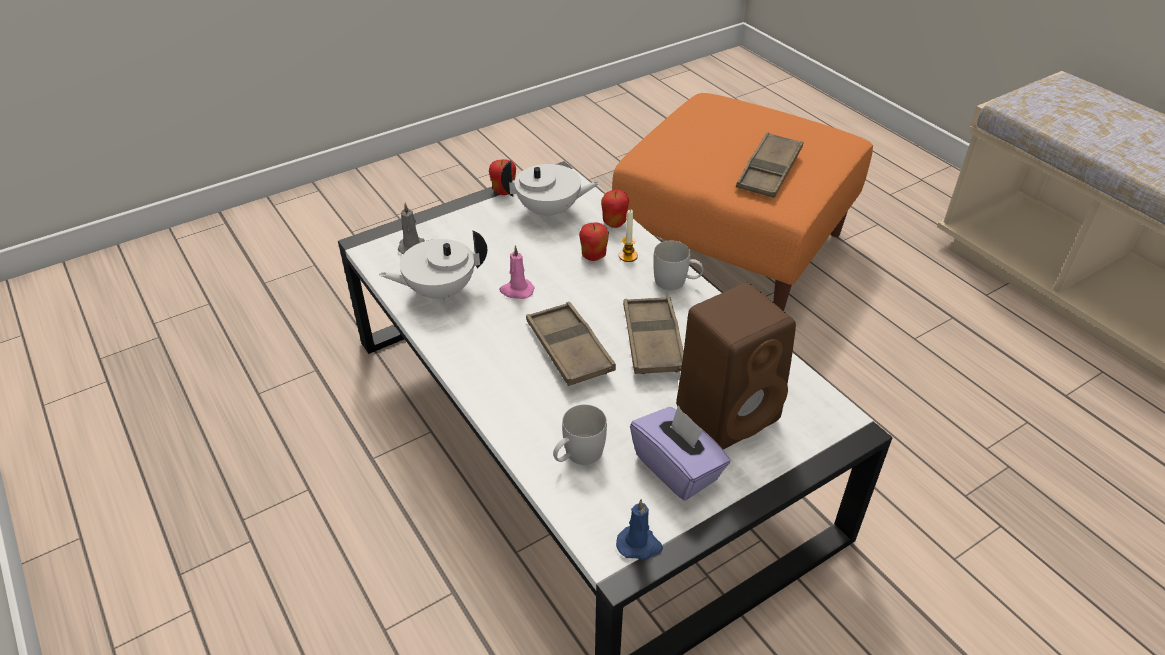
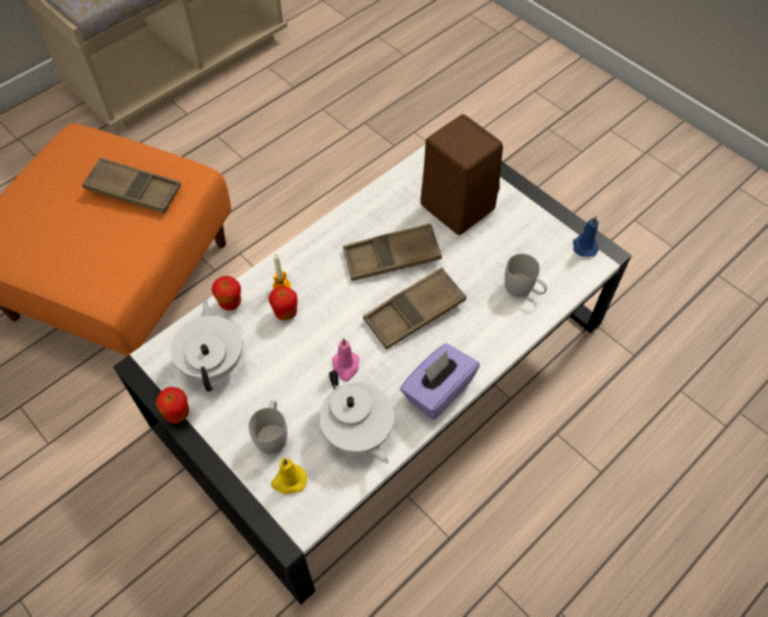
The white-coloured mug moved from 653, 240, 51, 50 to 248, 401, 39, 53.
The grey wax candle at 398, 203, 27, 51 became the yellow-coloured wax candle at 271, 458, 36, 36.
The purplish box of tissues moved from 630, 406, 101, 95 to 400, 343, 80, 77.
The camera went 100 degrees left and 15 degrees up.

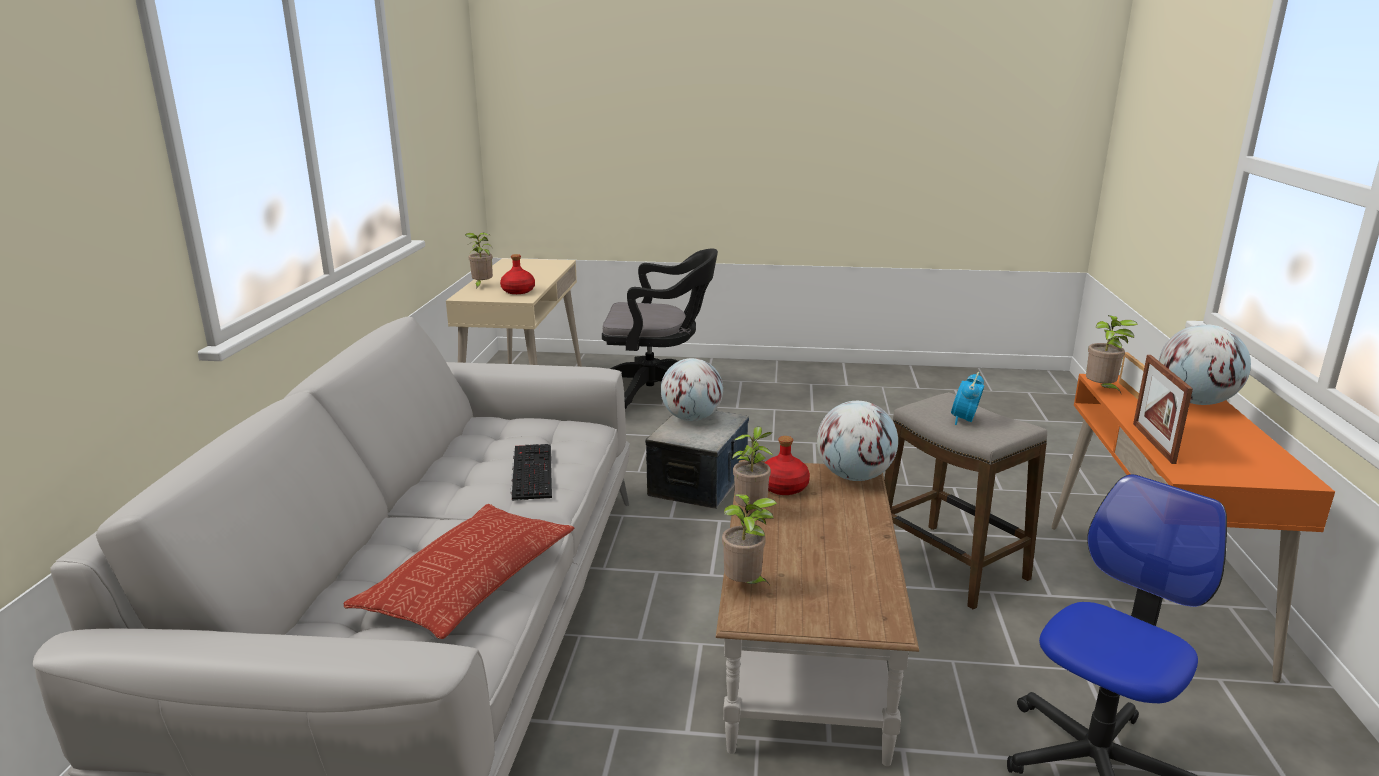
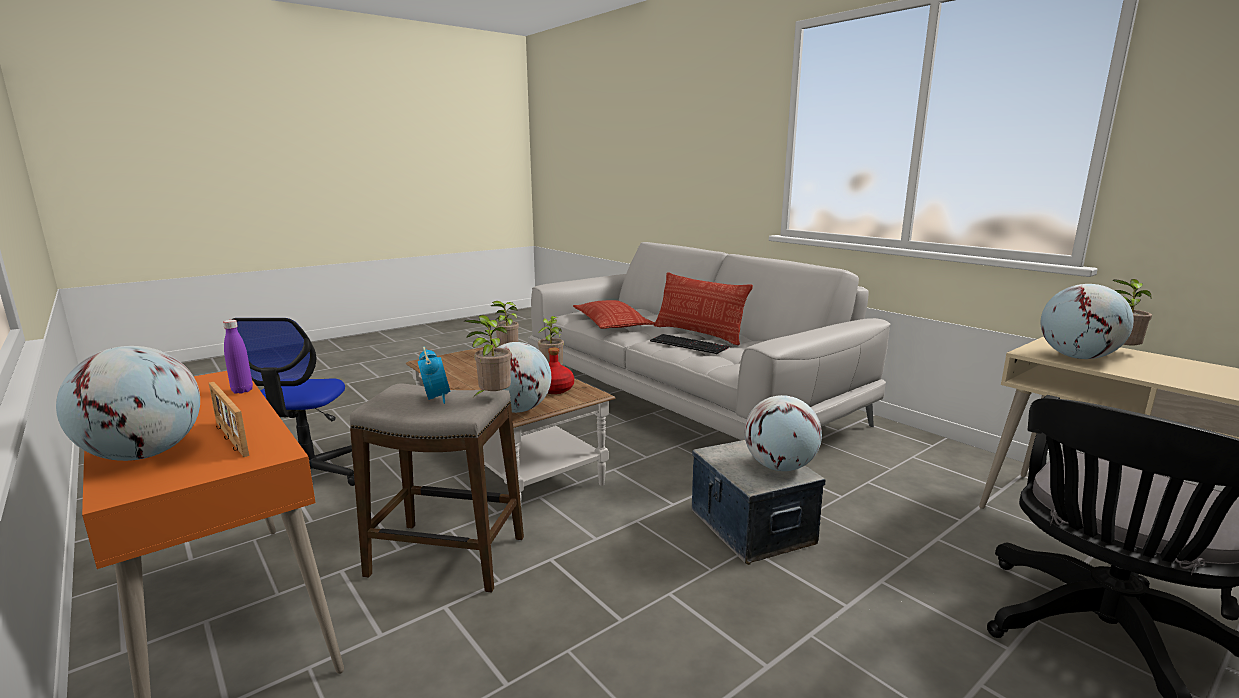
The photo frame at 1133, 355, 60, 109 was replaced by the purplish beverage bottle at 223, 320, 30, 74.
The houseplant moved from 1086, 315, 52, 78 to 465, 315, 46, 81.
The pillow at 654, 272, 99, 73 appeared.
The reddish beverage bottle at 500, 254, 35, 40 was replaced by the globe at 1041, 284, 93, 75.
The camera went 135 degrees right and 5 degrees down.

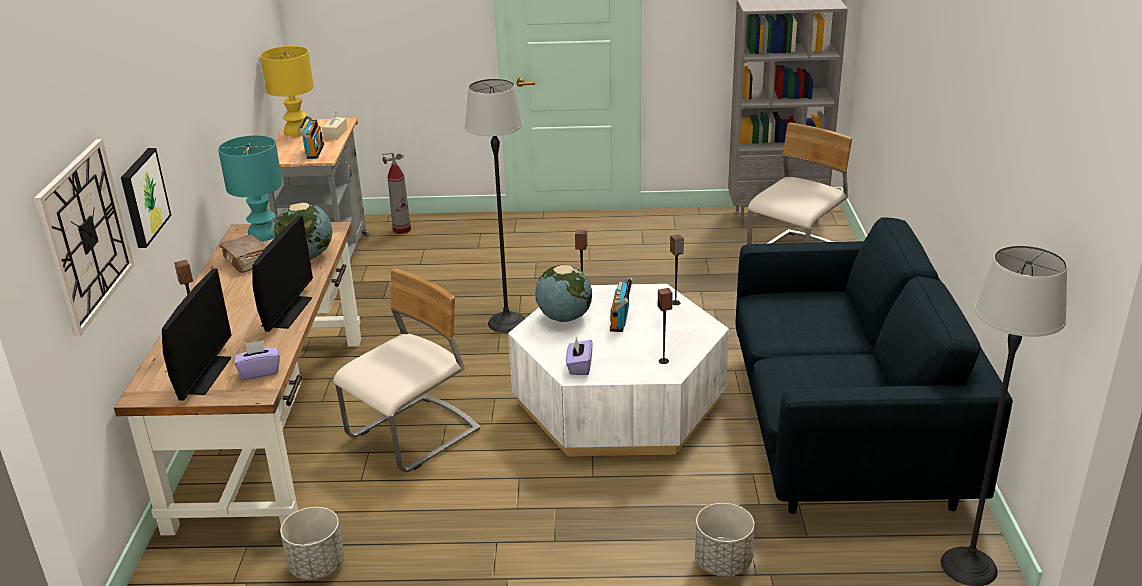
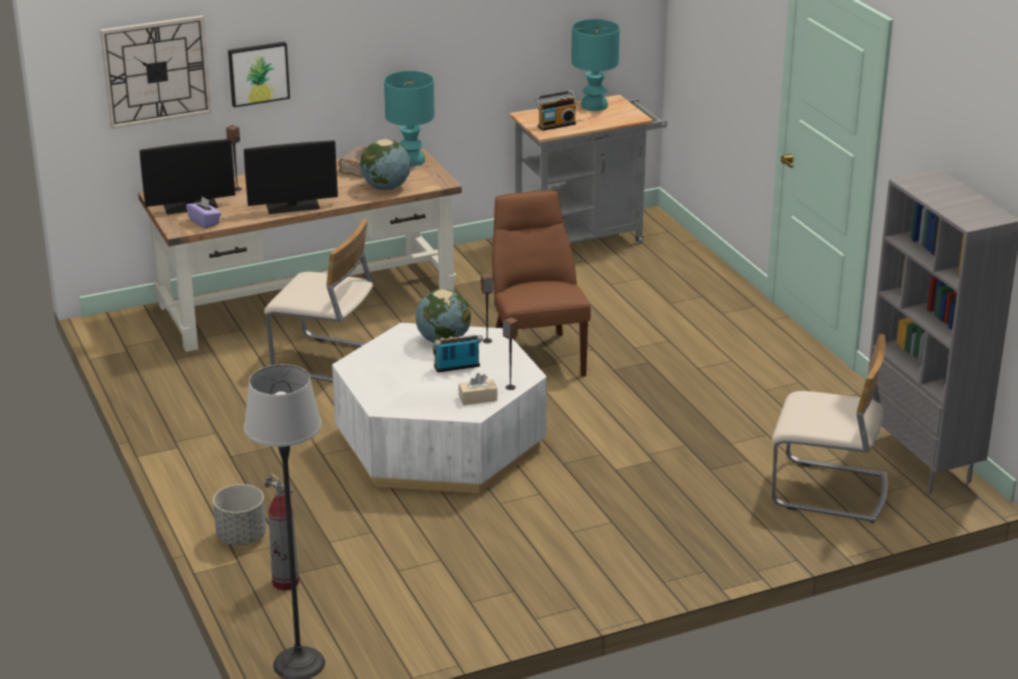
The fire extinguisher moved from 382, 153, 29, 81 to 264, 472, 35, 119.
The sand-coloured box of tissues moved from 322, 111, 26, 28 to 459, 373, 38, 32.
The standing lamp at 465, 79, 60, 254 was replaced by the brown-coloured upright chair at 492, 191, 99, 186.
The yellow-coloured tabletop lamp at 260, 46, 54, 91 became the blue-green tabletop lamp at 571, 19, 49, 92.
The grey planter at 280, 507, 64, 73 disappeared.
The purplish box of tissues at 566, 337, 27, 38 disappeared.
The audio speaker at 658, 288, 15, 76 disappeared.
The blue settee at 736, 217, 277, 297 disappeared.
The camera went 65 degrees right and 0 degrees up.

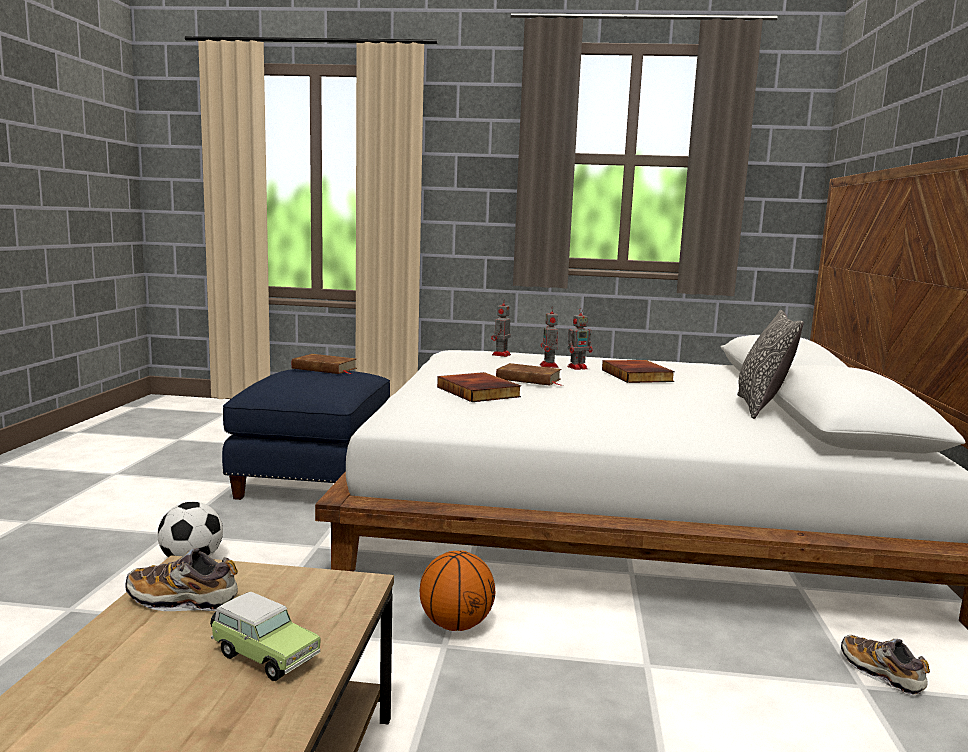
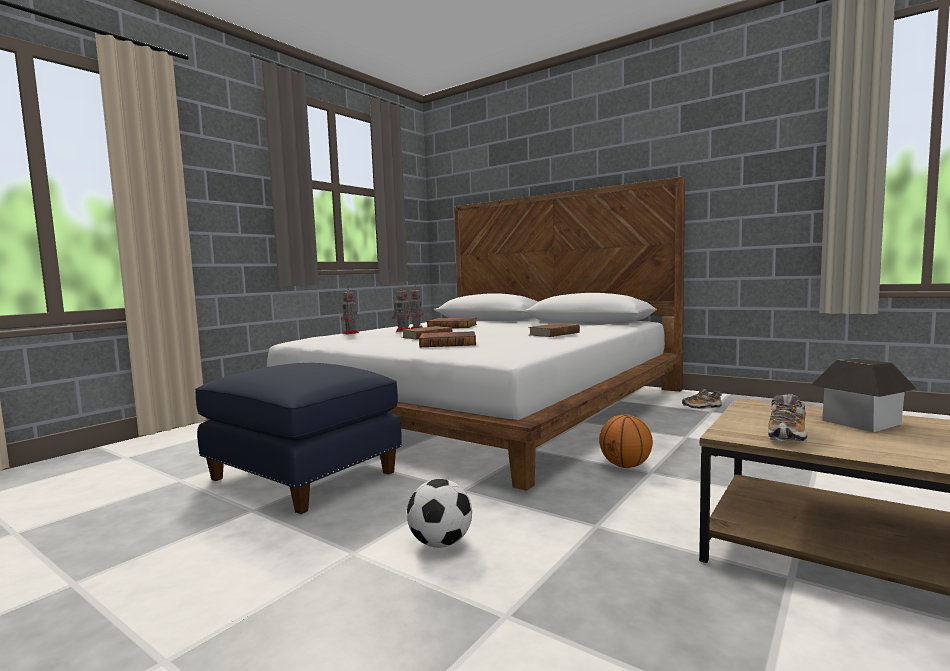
The brown-coloured book moved from 292, 354, 65, 20 to 528, 323, 52, 14.
The miniature car at 210, 592, 111, 89 was replaced by the miniature house at 811, 359, 107, 73.
The pillow at 737, 310, 67, 109 disappeared.
The camera went 60 degrees left and 5 degrees down.

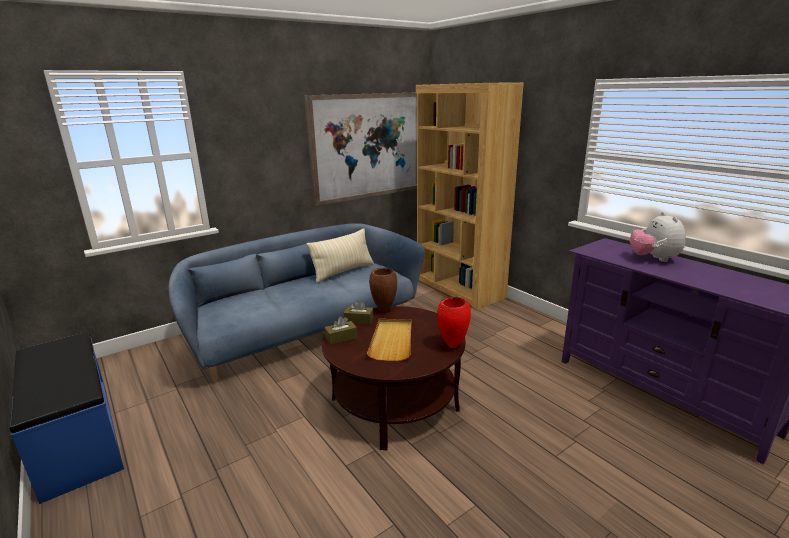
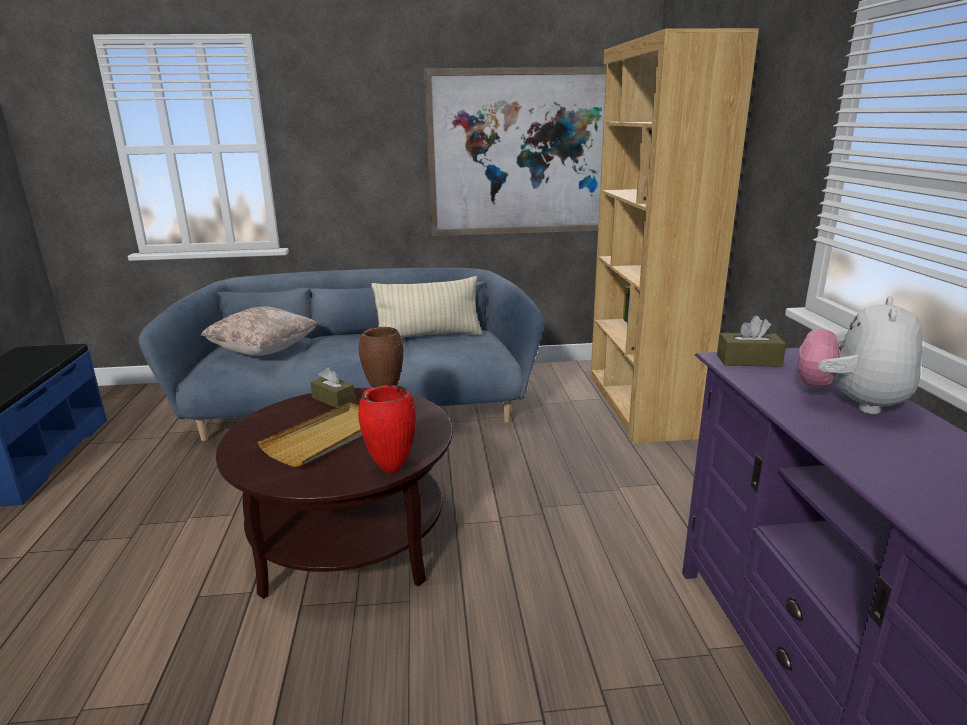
The sand-coloured pillow at 201, 306, 116, 50 appeared.
The brown-coloured box of tissues moved from 324, 317, 33, 28 to 717, 316, 69, 51.
The camera went 30 degrees right and 0 degrees up.

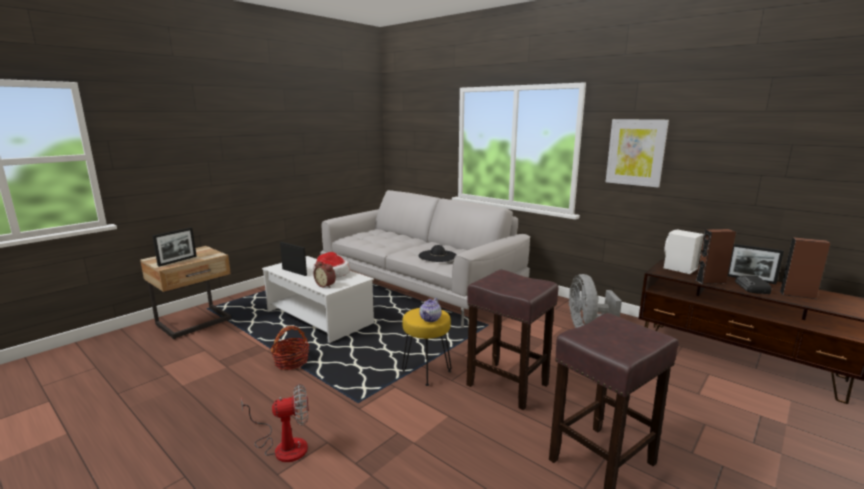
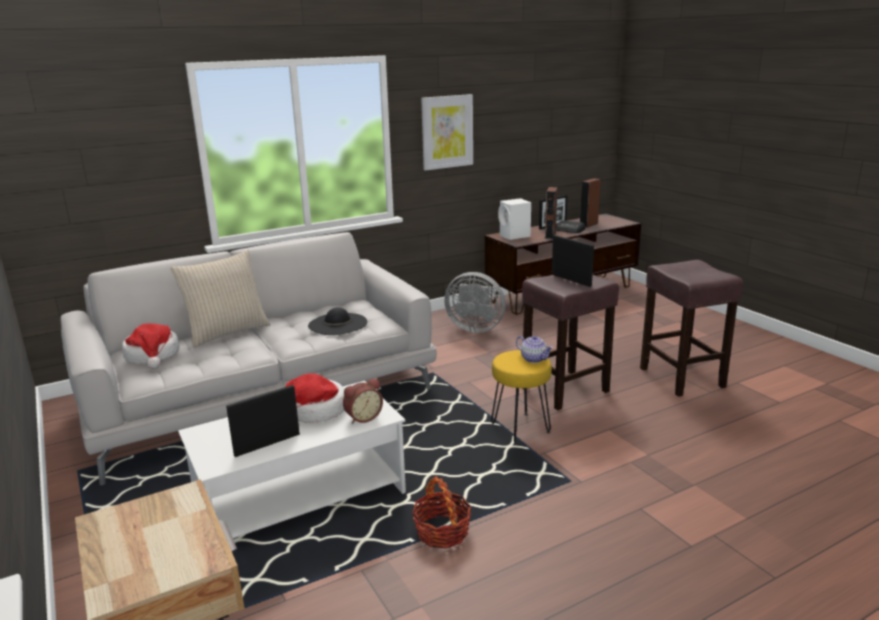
The clothing hat at 122, 323, 57, 46 appeared.
The sand-coloured pillow at 170, 250, 100, 97 appeared.
The photo frame moved from 152, 227, 45, 40 to 552, 235, 42, 52.
The electric fan at 241, 384, 68, 78 disappeared.
The camera went 70 degrees left and 5 degrees up.

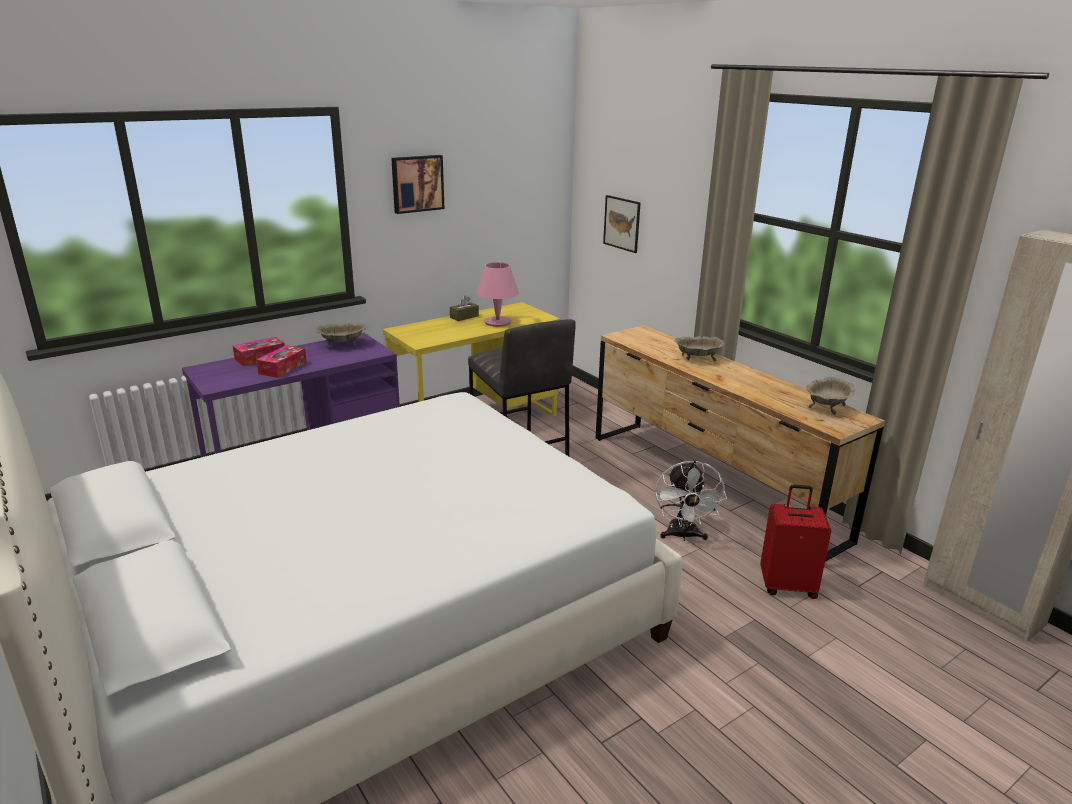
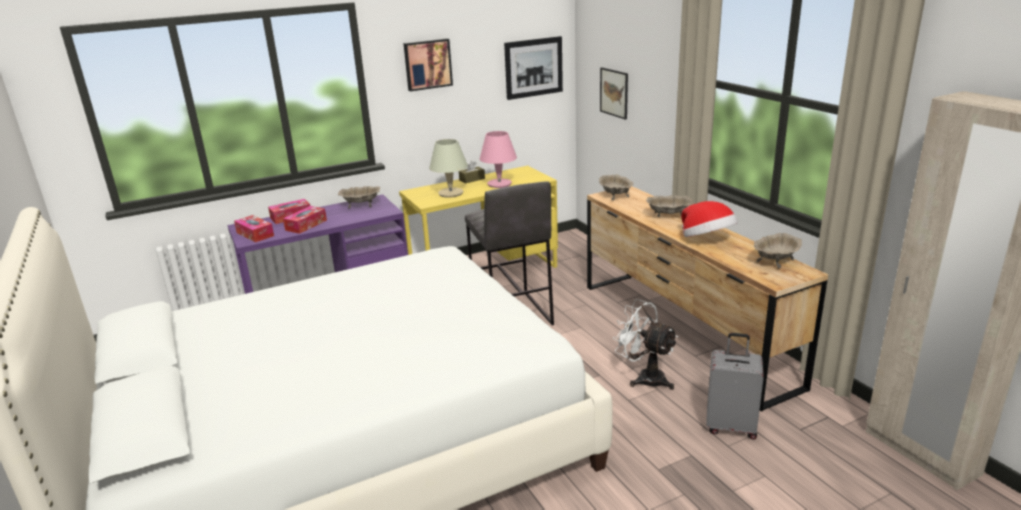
The box of tissues at 234, 215, 40, 27 appeared.
The sand-coloured tabletop lamp at 429, 139, 39, 59 appeared.
The wall art at 504, 36, 59, 64 appeared.
The sand-coloured bowl at 599, 174, 35, 26 appeared.
The white-coloured electric fan at 655, 460, 72, 81 turned 120 degrees clockwise.
The clothing hat at 681, 201, 57, 36 appeared.
The reddish suitcase at 760, 484, 71, 115 became the grey suitcase at 706, 333, 58, 107.
The camera went 10 degrees right and 0 degrees up.

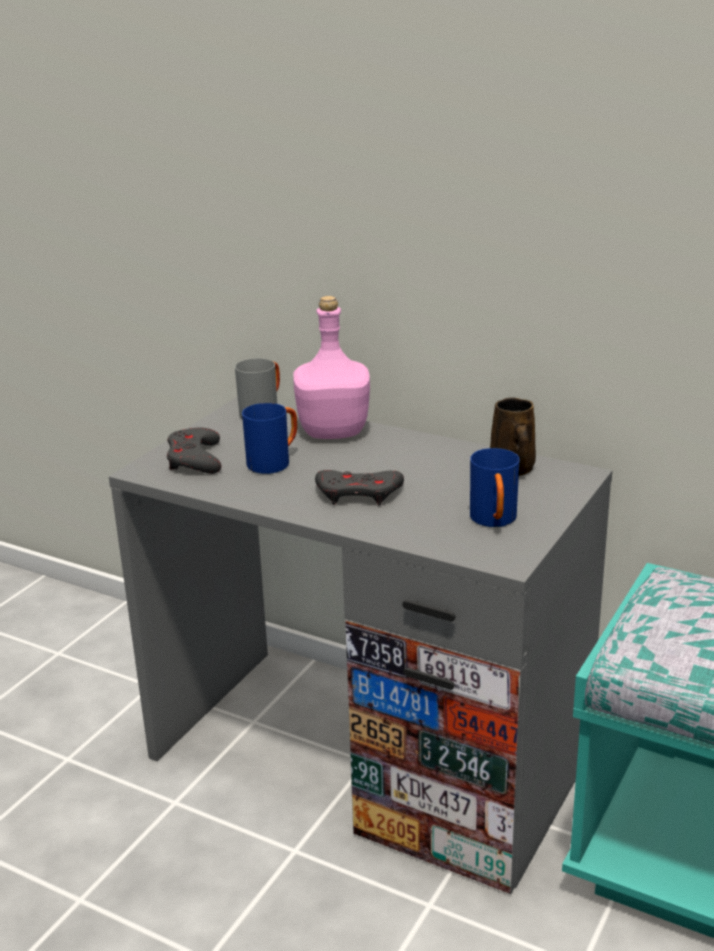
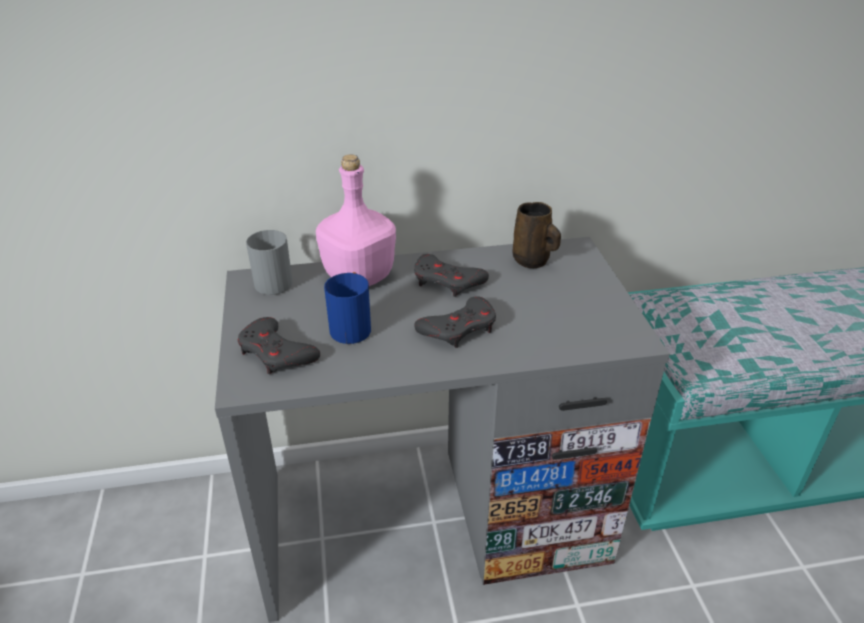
The grey gamepad at 414, 254, 75, 43 appeared.
The blue mug at 470, 448, 49, 79 disappeared.
The camera went 40 degrees left and 10 degrees up.

